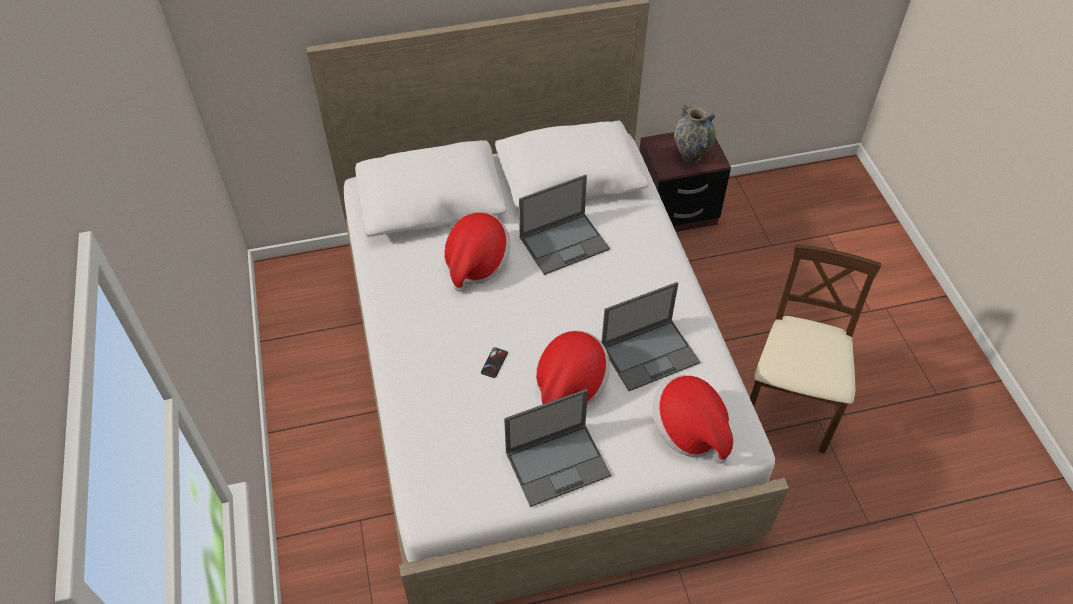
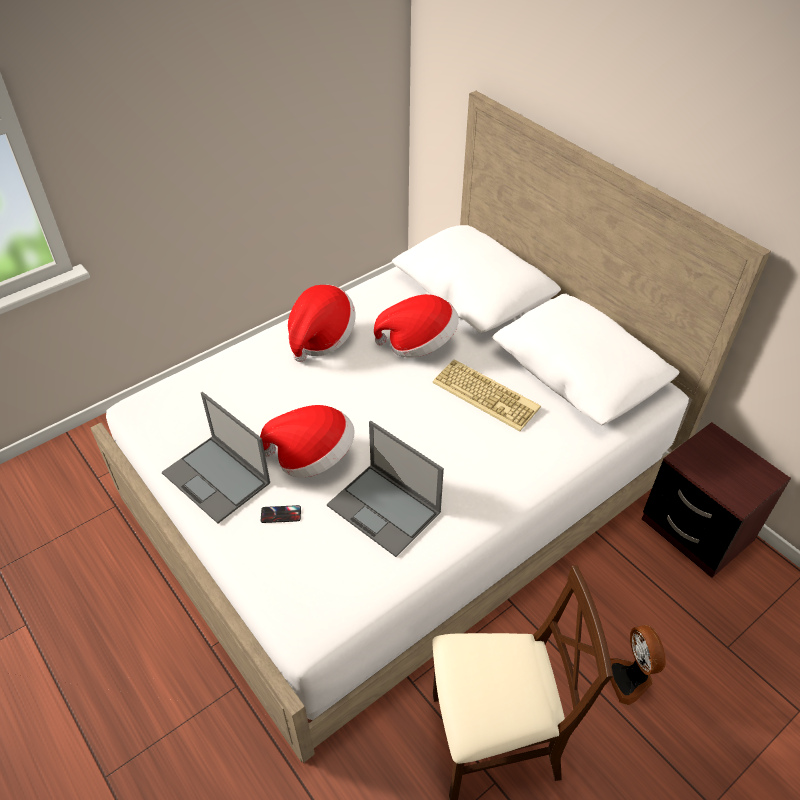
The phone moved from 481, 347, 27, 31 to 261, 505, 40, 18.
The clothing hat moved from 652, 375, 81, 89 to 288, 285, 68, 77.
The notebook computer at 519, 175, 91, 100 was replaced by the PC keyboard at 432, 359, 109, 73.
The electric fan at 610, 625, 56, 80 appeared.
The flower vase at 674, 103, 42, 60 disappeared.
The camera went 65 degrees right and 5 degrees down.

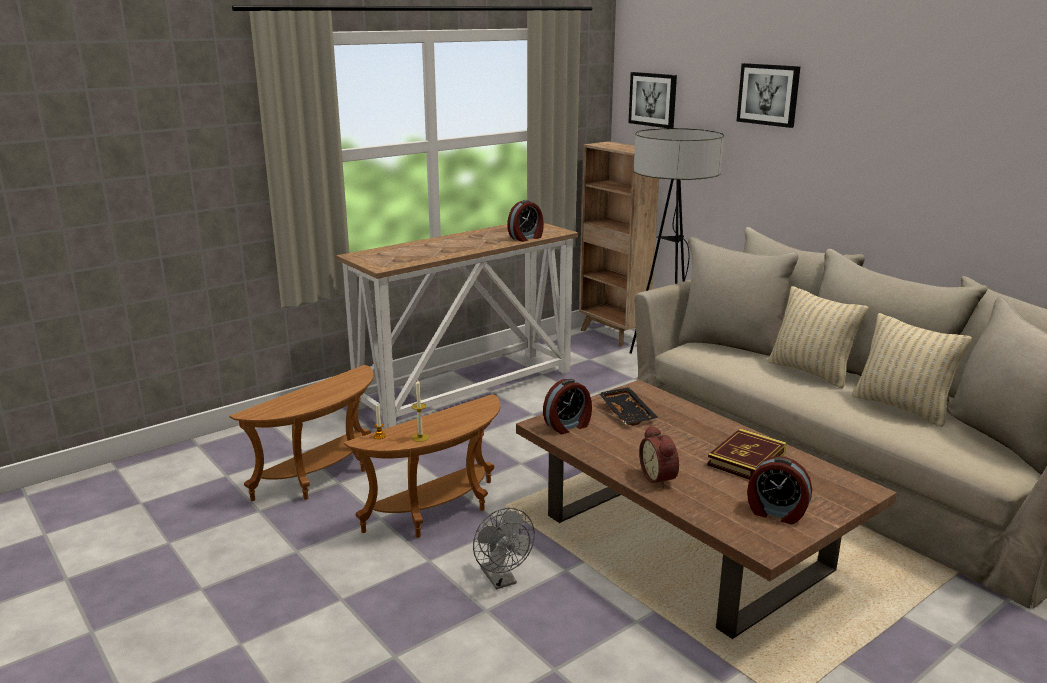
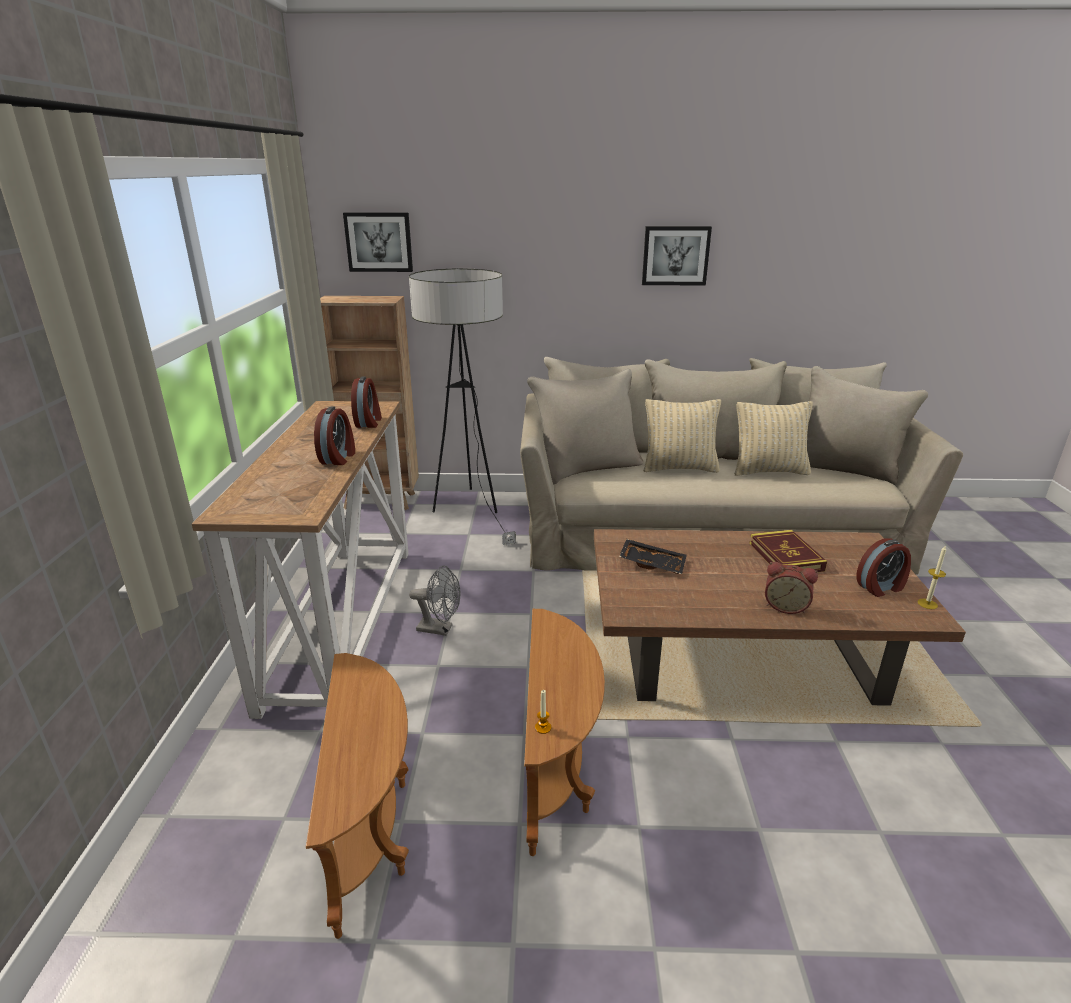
The alarm clock moved from 543, 379, 49, 55 to 314, 406, 41, 59.
The grey electric fan moved from 473, 508, 62, 81 to 409, 566, 51, 70.
The wall art moved from 737, 63, 64, 65 to 642, 226, 70, 59.
The wax candle moved from 412, 380, 17, 62 to 918, 546, 28, 63.
The camera went 50 degrees left and 5 degrees up.

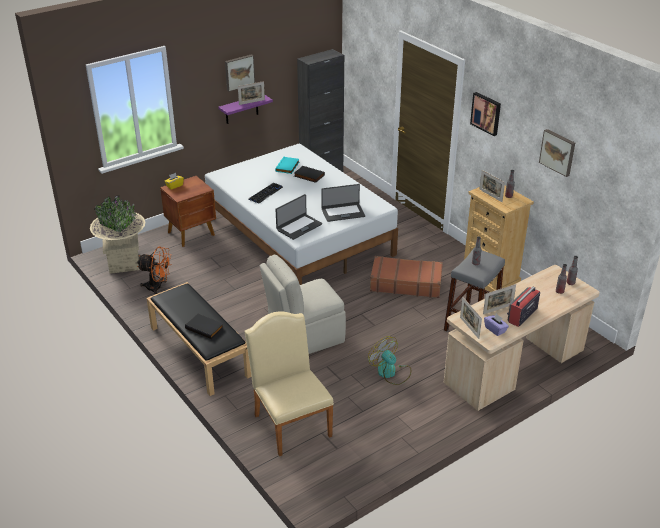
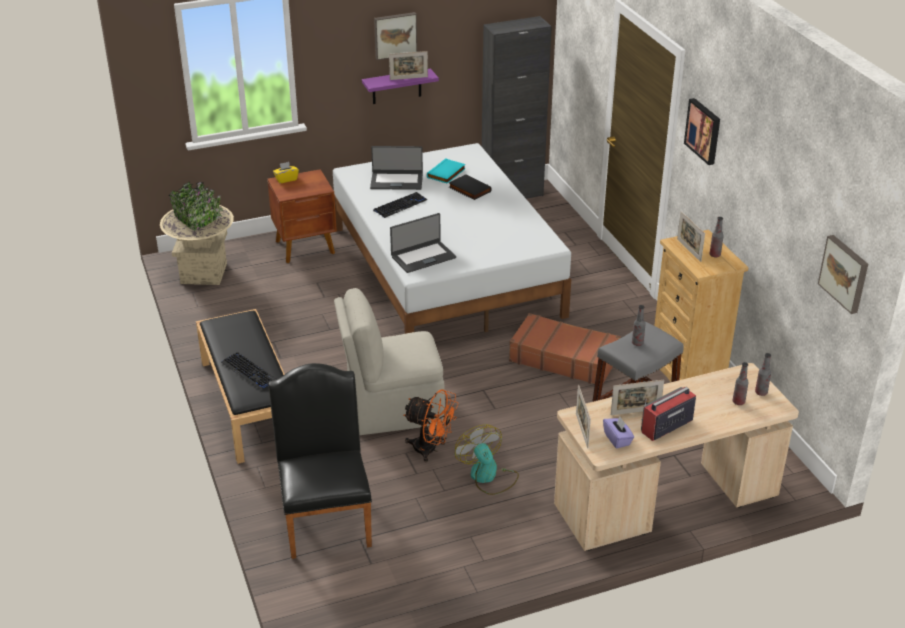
The blackish book at 185, 314, 39, 25 was replaced by the PC keyboard at 221, 352, 56, 38.
The sand-coloured upright chair at 245, 312, 89, 144 became the blackish upright chair at 268, 363, 104, 196.
The notebook computer moved from 321, 184, 44, 38 to 370, 146, 53, 44.
The orangey electric fan moved from 137, 247, 34, 47 to 404, 389, 55, 73.
The wall art moved from 539, 129, 36, 48 to 818, 235, 50, 79.
The camera went 15 degrees right and 0 degrees up.

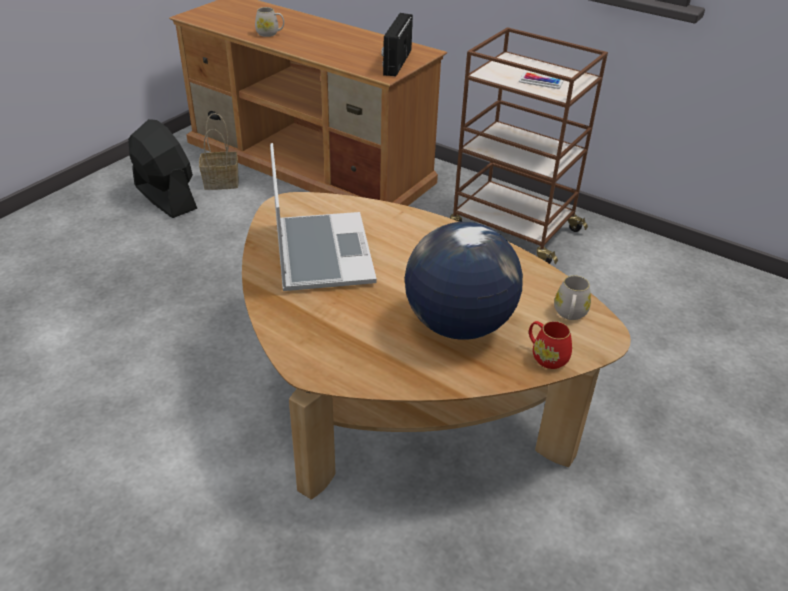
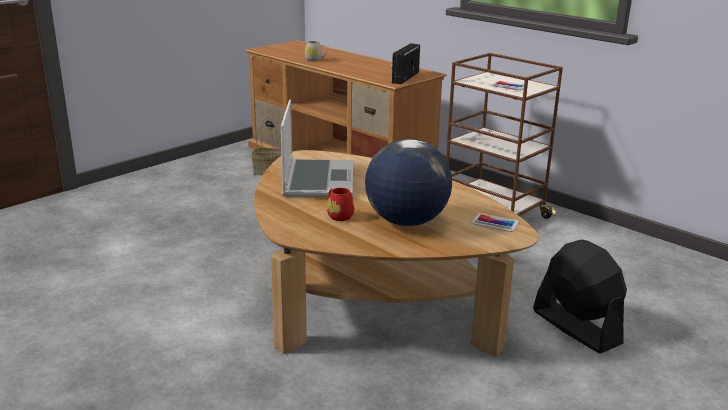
The reddish mug moved from 529, 321, 43, 48 to 327, 188, 27, 33.
The white-coloured mug at 554, 275, 37, 45 was replaced by the phone at 472, 213, 47, 19.
The blackish electric fan moved from 128, 119, 69, 99 to 533, 239, 94, 114.
The camera went 10 degrees right and 15 degrees down.

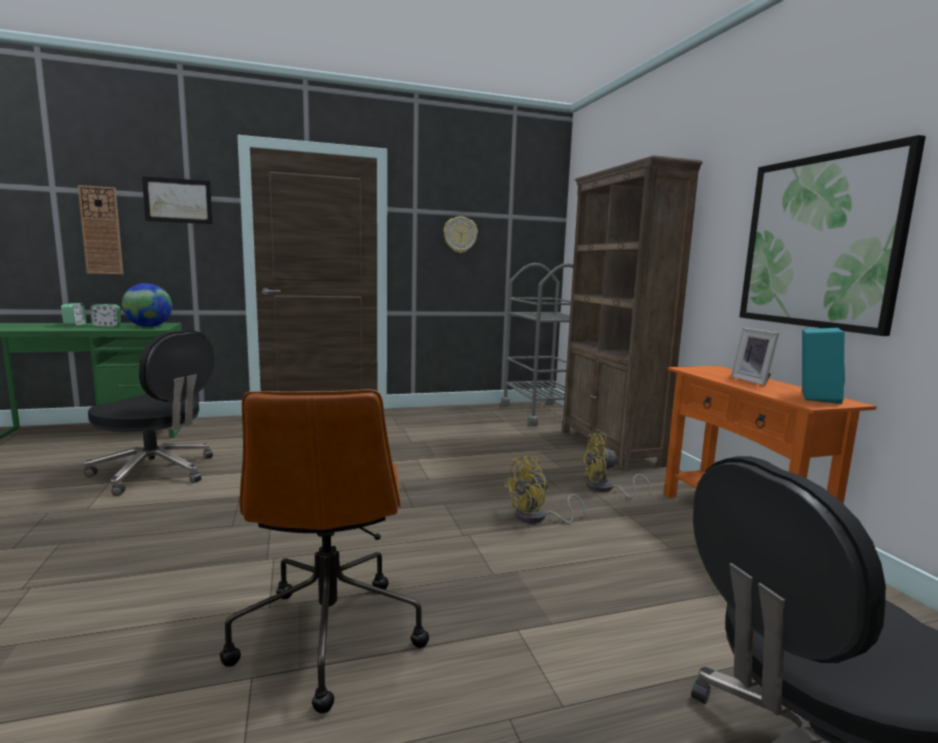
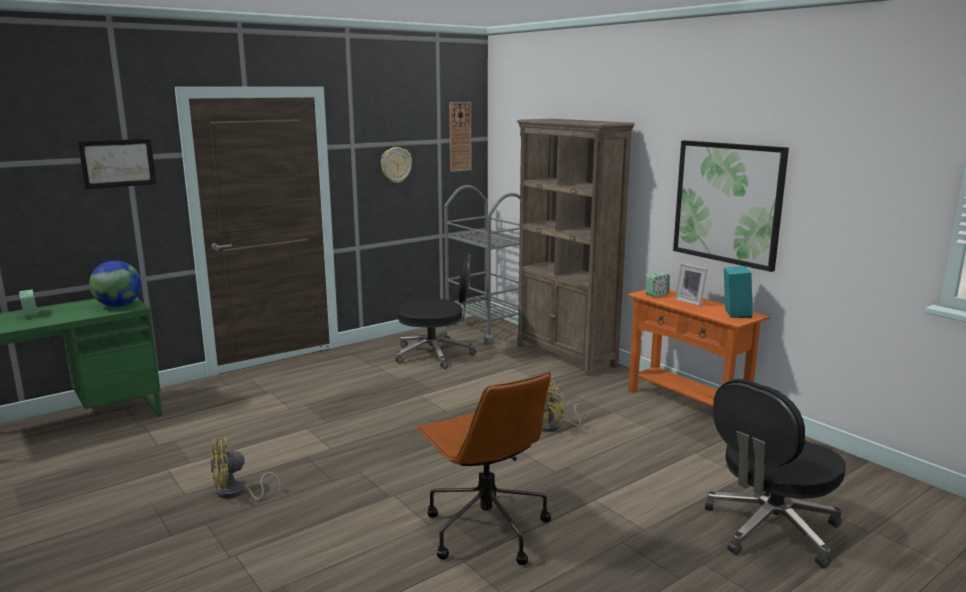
The yellow-coloured electric fan moved from 581, 433, 70, 65 to 210, 437, 71, 63.
The blackish desk chair moved from 84, 330, 130, 166 to 396, 253, 80, 116.
The wall clock moved from 78, 185, 45, 89 to 449, 102, 22, 70.
The alarm clock moved from 90, 304, 31, 23 to 646, 273, 24, 24.
The camera went 20 degrees left and 5 degrees up.

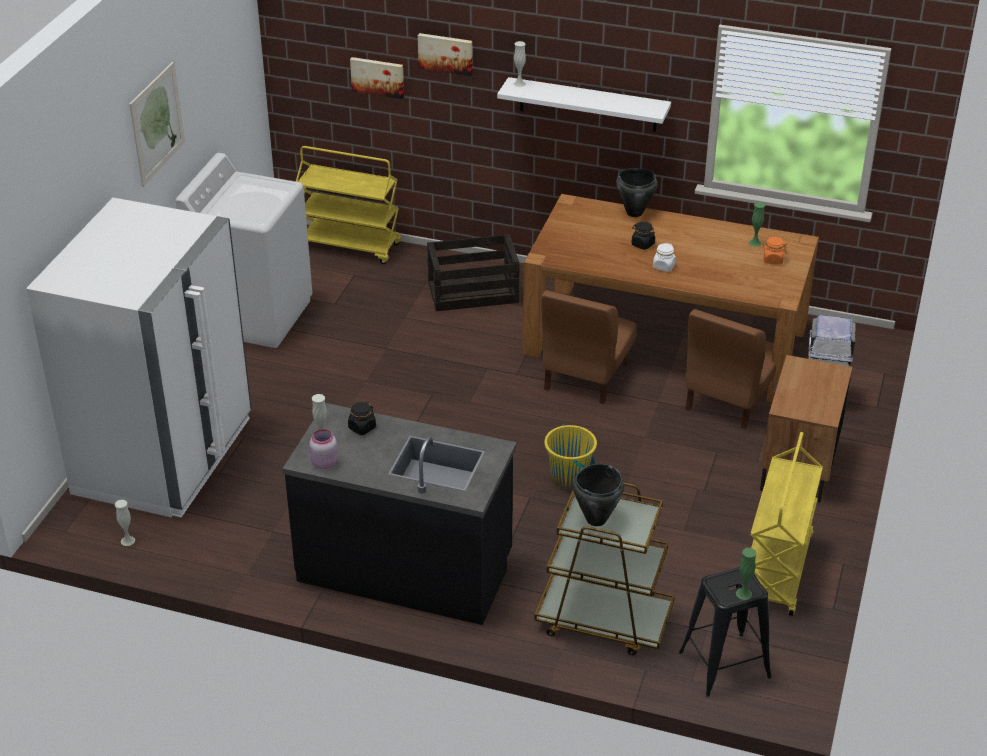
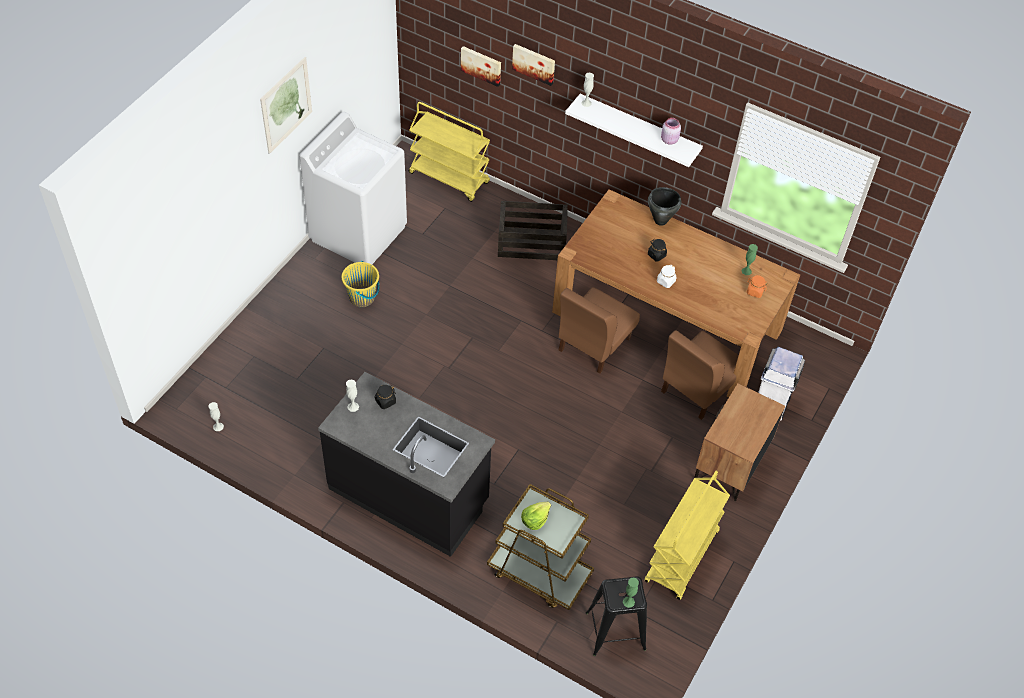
The yellow-coloured pail moved from 544, 424, 53, 65 to 342, 261, 37, 46.
The blackish stockpot at 573, 464, 51, 62 was replaced by the lettuce at 521, 502, 30, 28.
The pink-coloured preserve jar moved from 309, 429, 29, 40 to 661, 118, 20, 27.
The white-coloured kitchen fridge at 26, 198, 226, 319 disappeared.
The camera went 10 degrees right and 15 degrees up.

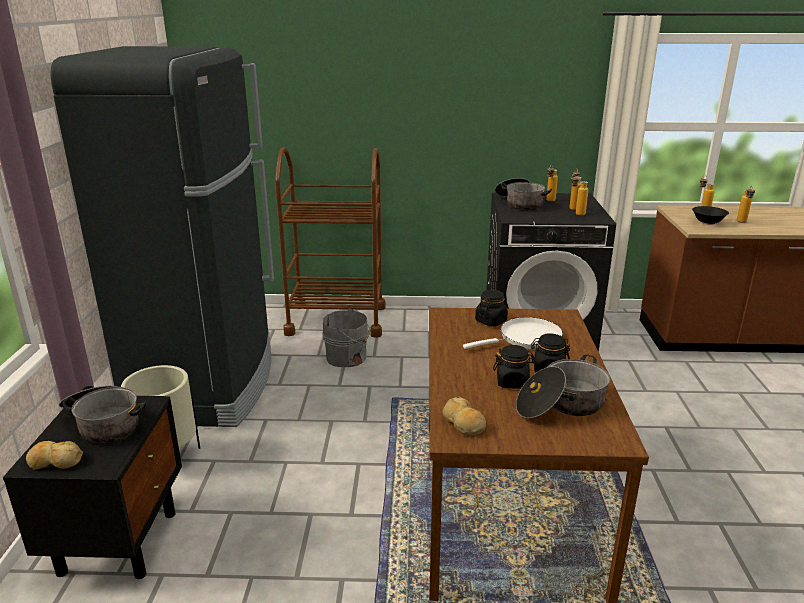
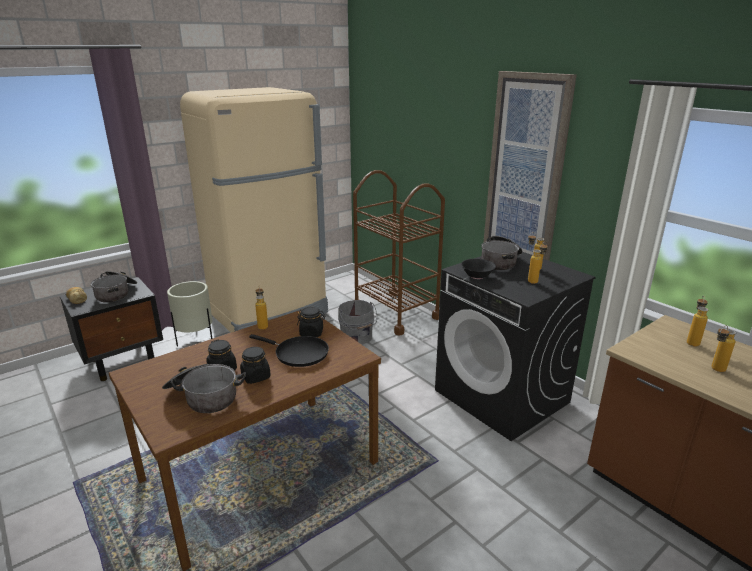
The blackish kitchen fridge at 50, 46, 224, 381 became the sand-coloured kitchen fridge at 180, 87, 148, 245.
The white-coloured frying pan at 463, 317, 100, 32 became the blackish frying pan at 249, 334, 80, 33.
The beverage bottle moved from 571, 174, 17, 42 to 255, 288, 13, 42.
The blackish bowl moved from 692, 206, 37, 19 to 461, 259, 35, 20.
The wall art at 483, 71, 94, 190 appeared.
The bread at 442, 396, 44, 40 disappeared.
The camera went 50 degrees right and 0 degrees up.

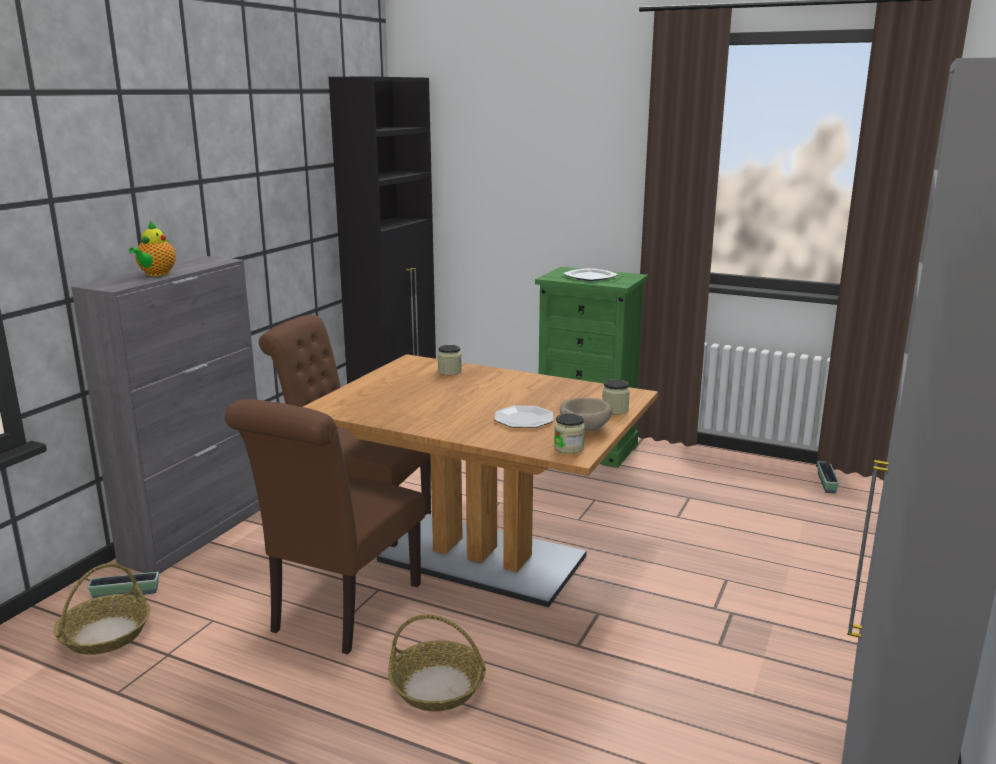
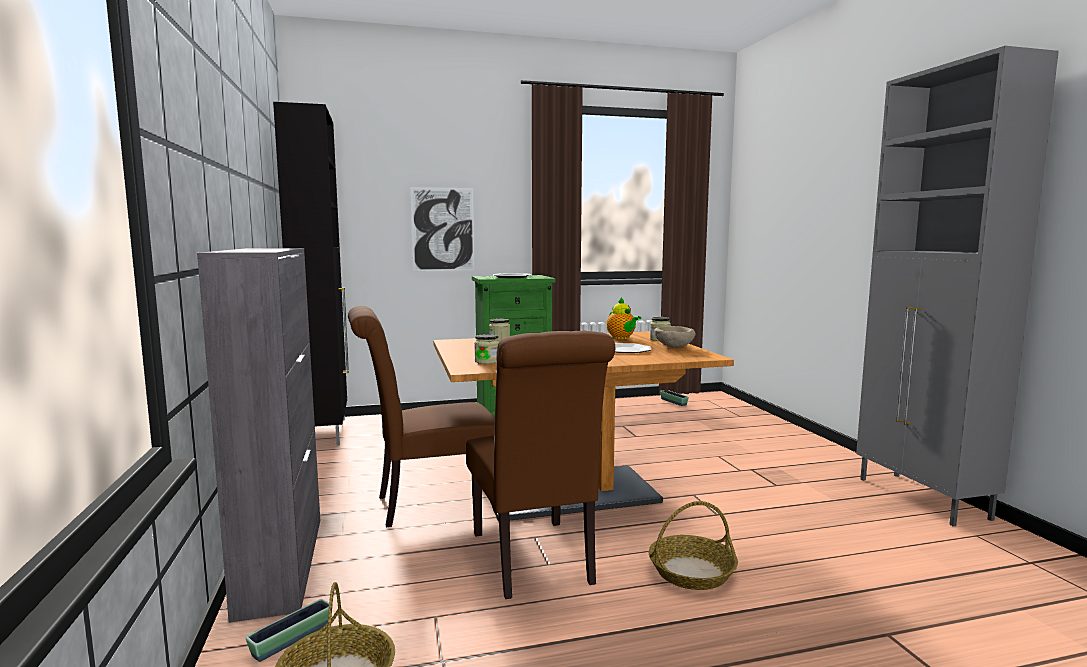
The wall art at 410, 187, 65, 84 appeared.
The preserve jar moved from 554, 414, 31, 40 to 474, 334, 25, 30.
The pot for tea moved from 129, 221, 47, 55 to 606, 297, 35, 42.
The camera went 40 degrees left and 10 degrees down.

